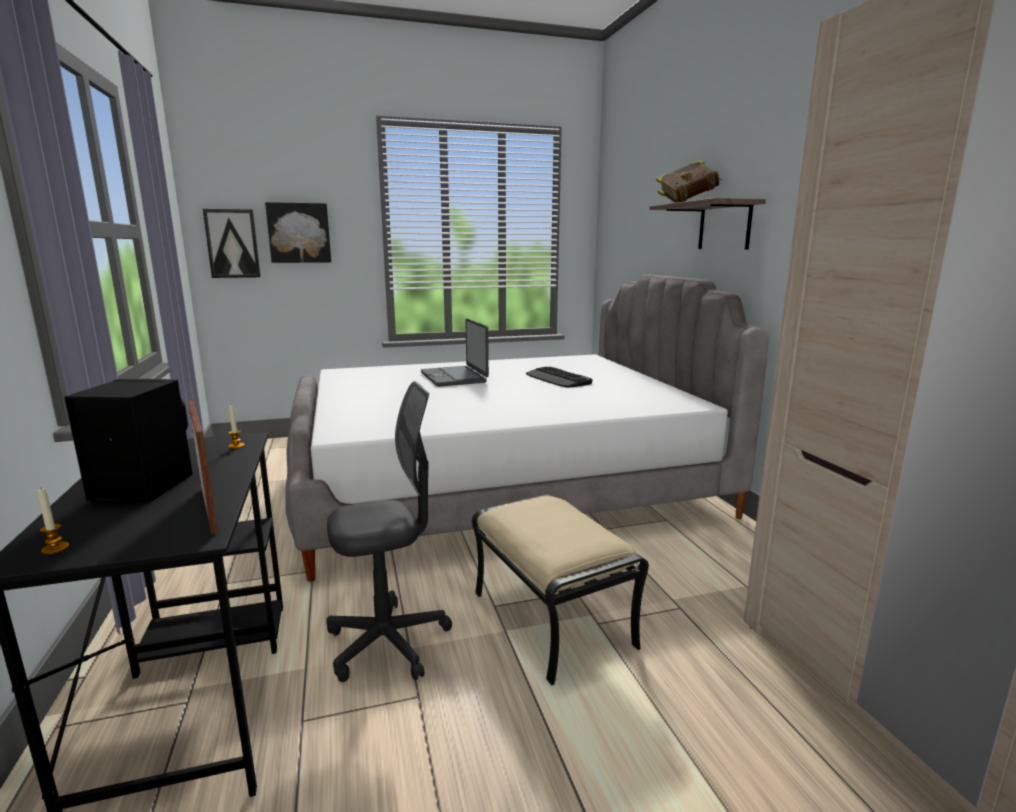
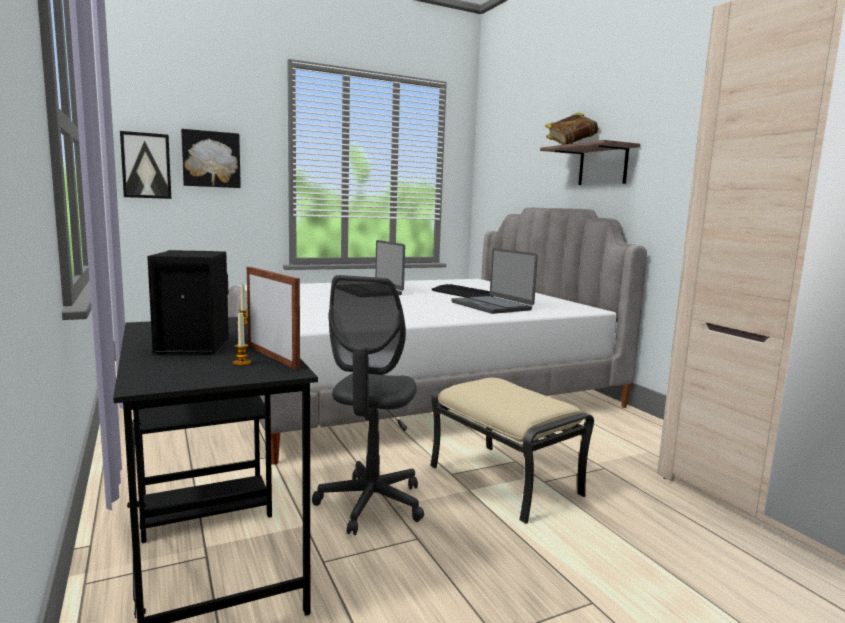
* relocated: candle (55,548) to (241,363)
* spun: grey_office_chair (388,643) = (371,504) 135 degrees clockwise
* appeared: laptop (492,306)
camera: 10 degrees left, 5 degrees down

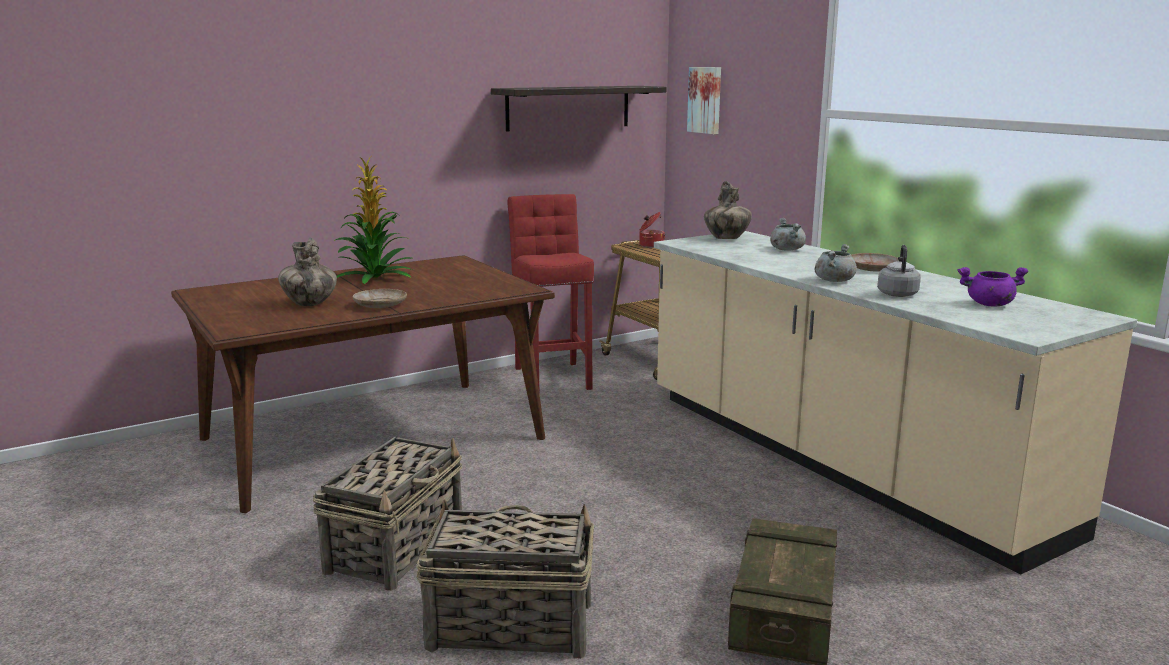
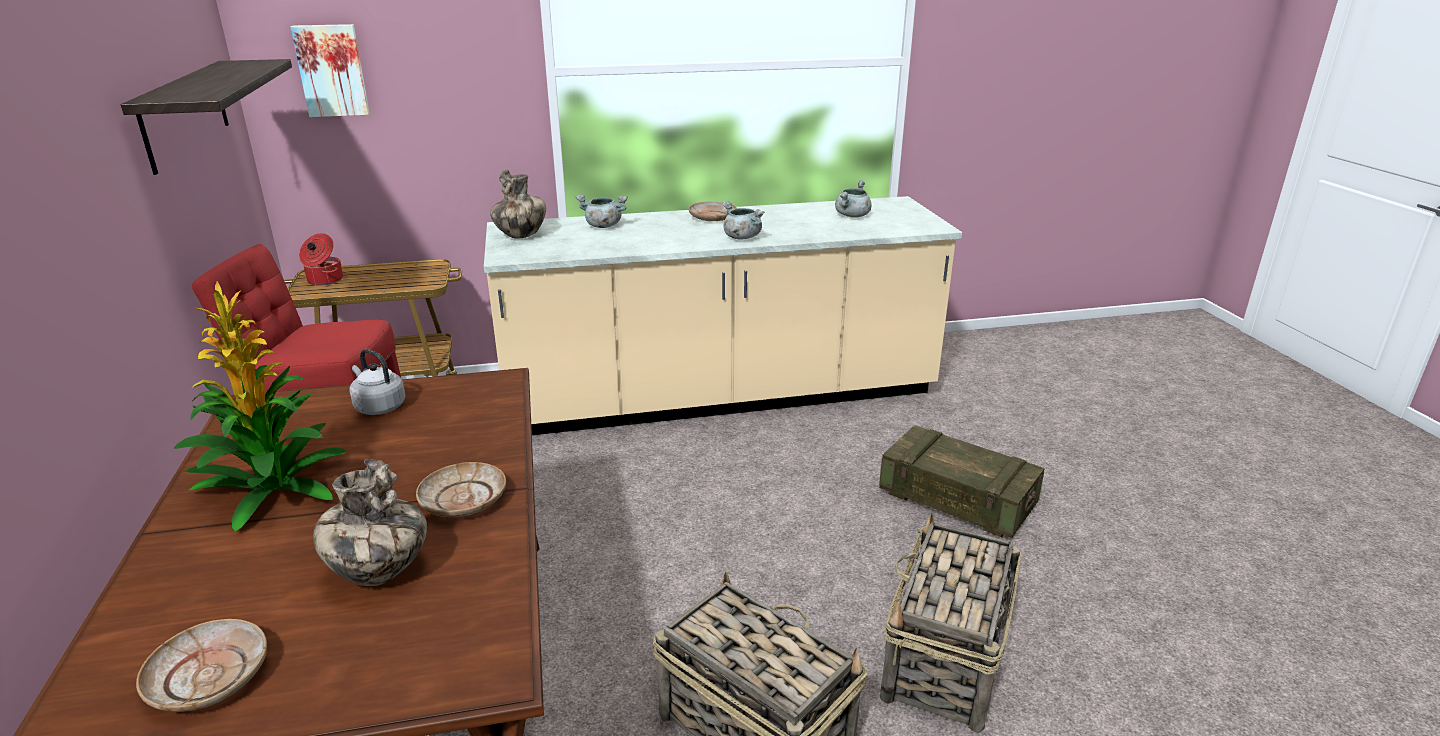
* relocated: grey_kettle (897,294) to (378,406)
* colour: purple_cooking_pot (989,304) to grey_cooking_pot (852,216)
* appeared: beige_plate (209,676)
camera: 70 degrees left, 10 degrees up

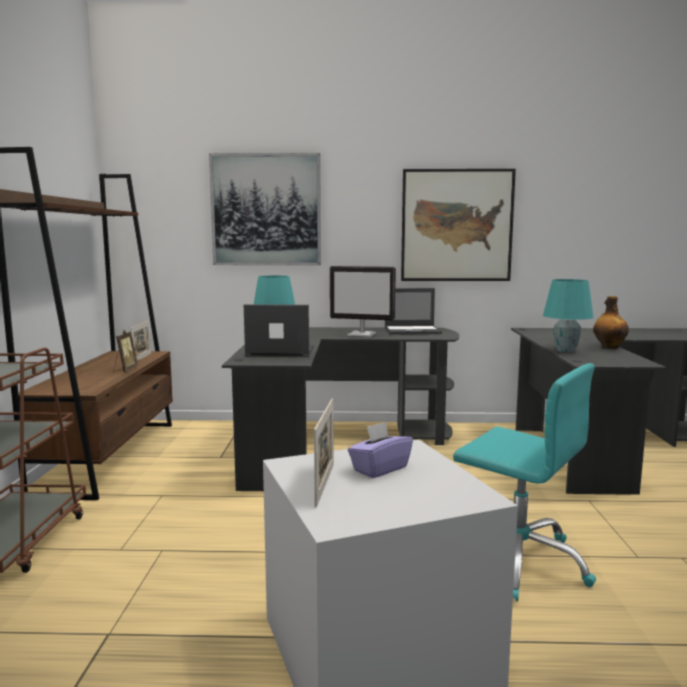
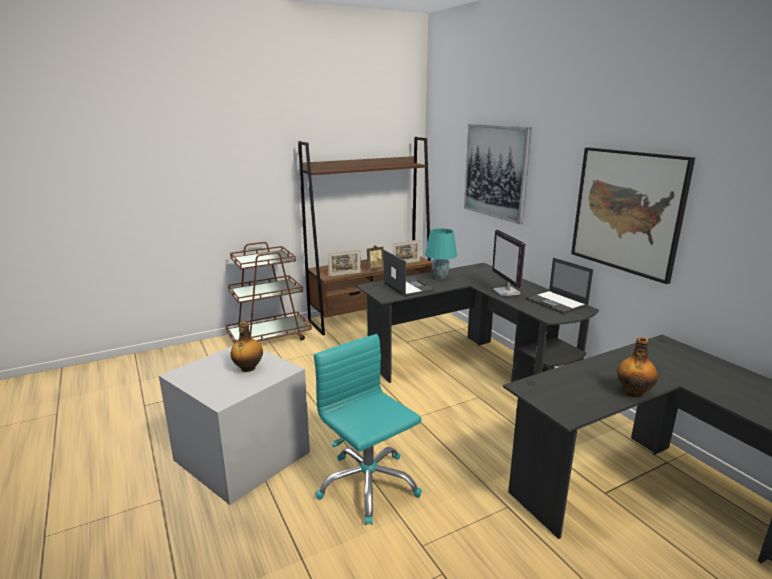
* relocated: picture_frame (324,484) to (345,274)
* exchanged: purple_tissue_box (379,469) to bottle (248,368)
* spun: turquoise_office_chair (518,560) = (368,485) 135 degrees clockwise
* missing: turquoise_table_lamp (564,351)
camera: 60 degrees right, 10 degrees up

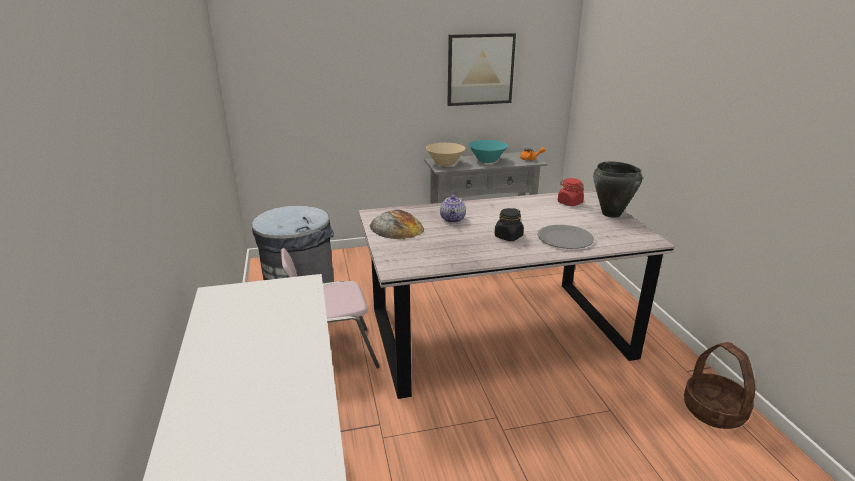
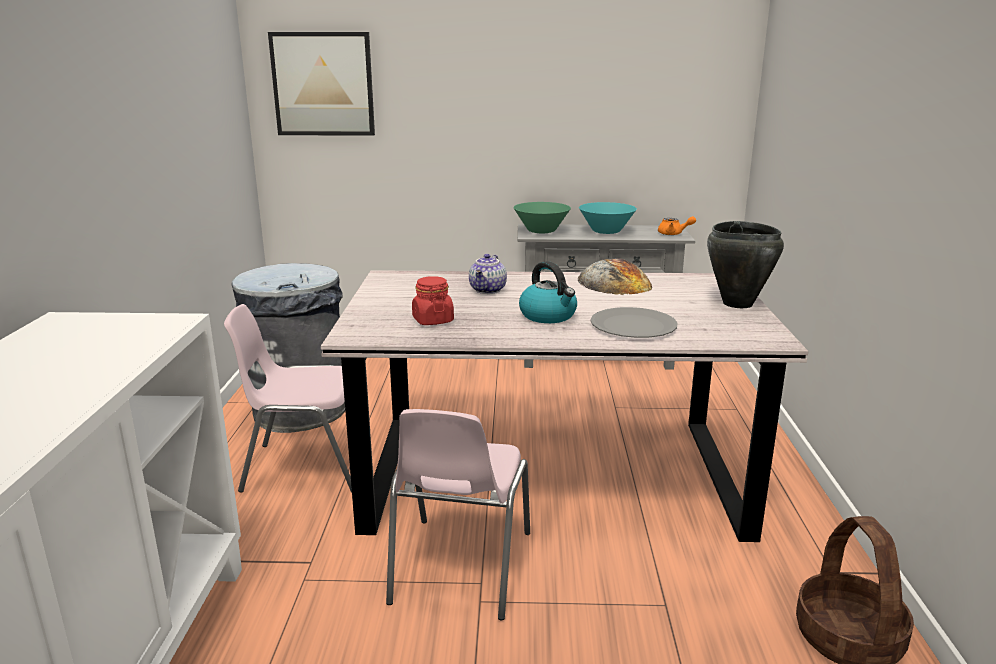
* relocated: bread (396,227) to (614,283)
* colour: beige_bowl (445,163) to green_bowl (541,231)
* relocated: picture (480,69) to (323,84)
* exchanged: black_jar (508,237) to kettle (549,316)
* relocated: red_jar (569,203) to (432,320)
* appeared: pink_chair (459,568)
camera: 15 degrees right, 5 degrees down

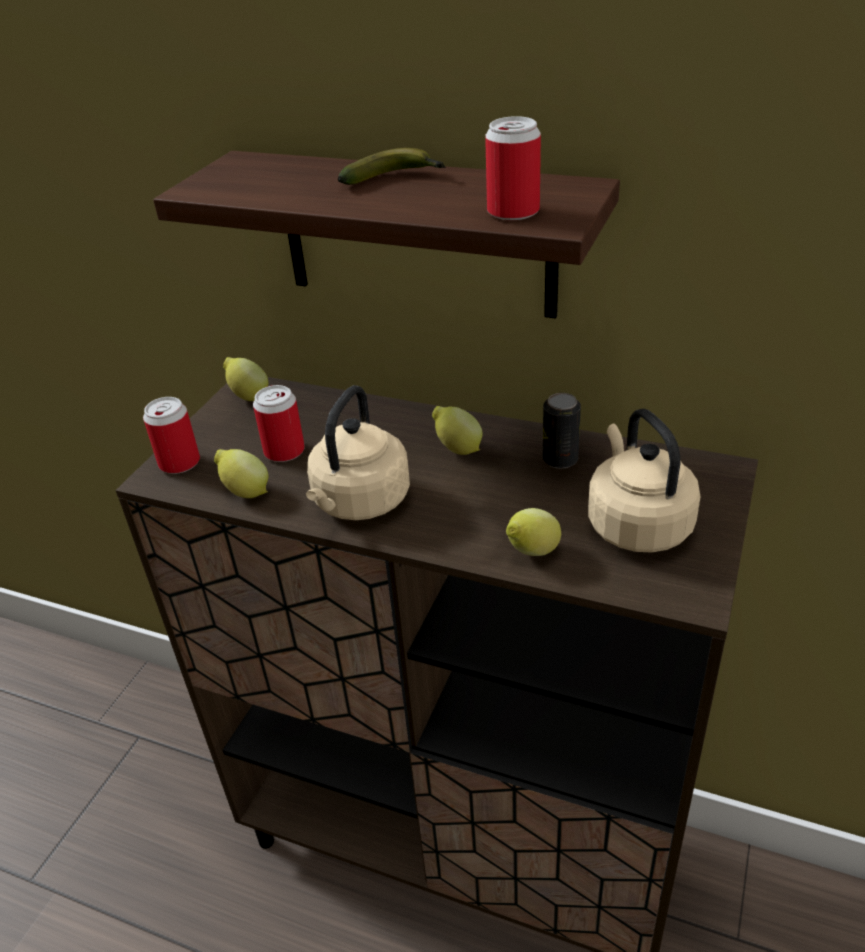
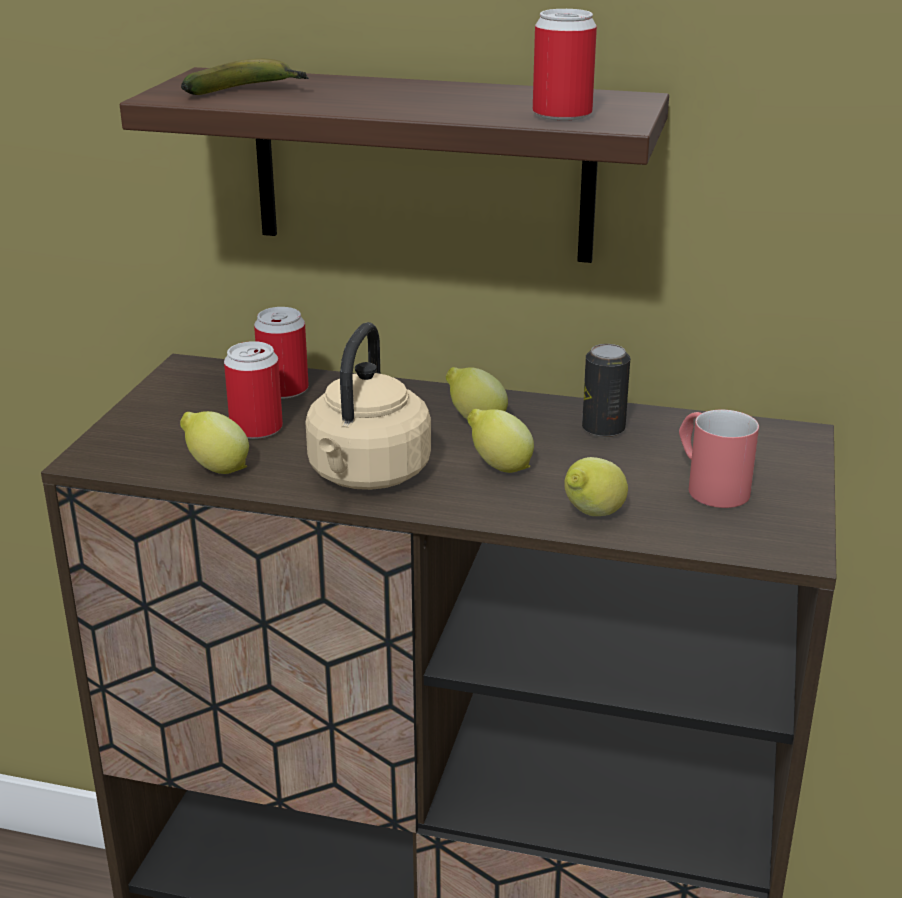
* relocated: can (179,463) to (284,389)
* relocated: lemon (248,396) to (499,467)
* relocated: banana (395,179) to (248,92)
* exchanged: beige_kettle (636,524) to red_mug (708,485)
camera: 10 degrees left, 10 degrees down

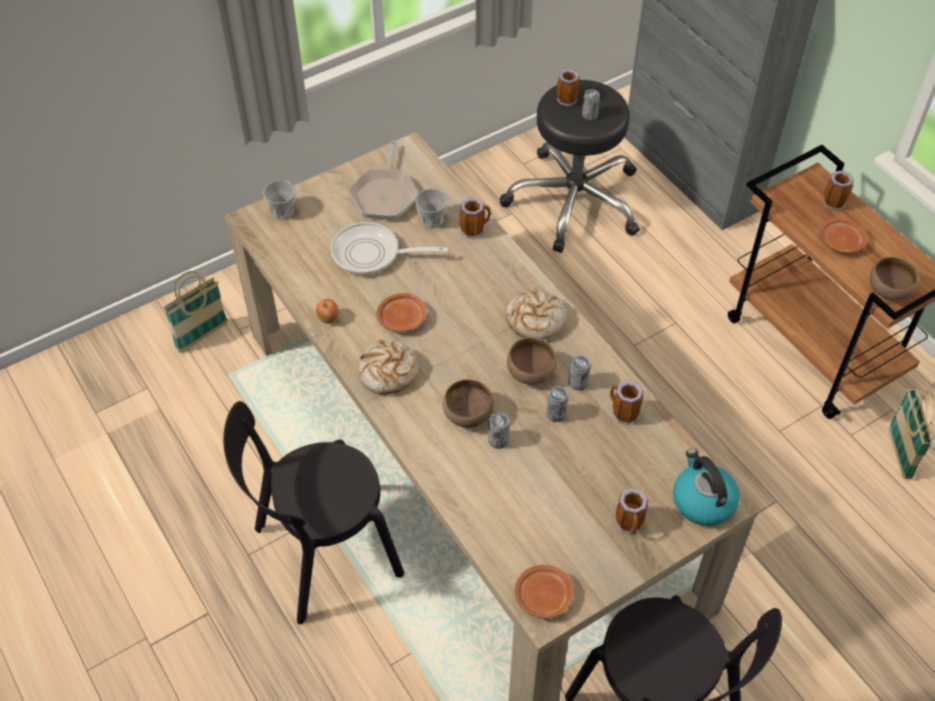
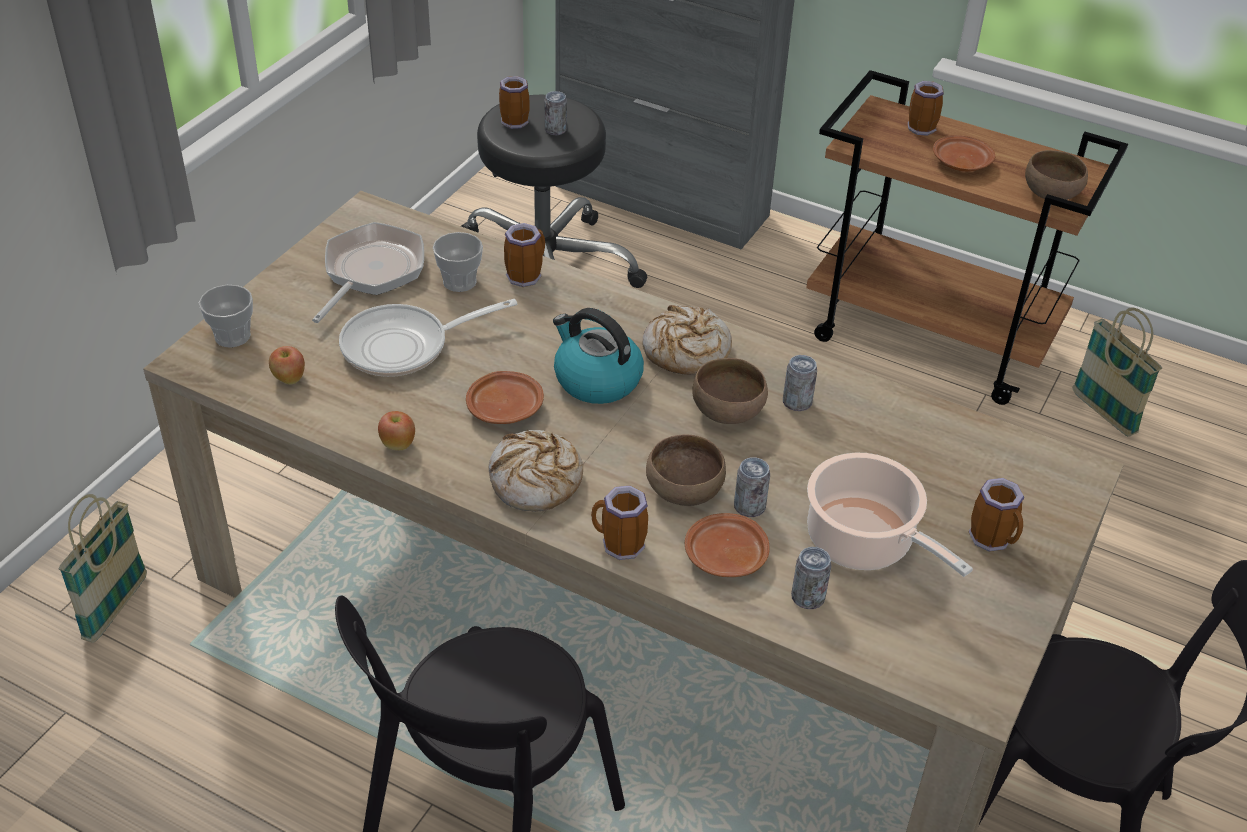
* spun: frying_pan (385,194) = (370,272) 135 degrees counterclockwise
* relocated: brown_plate (543,597) to (725,557)
* relocated: can (556,414) to (808,597)
* relocated: mug (622,413) to (618,546)
* relocated: kettle (702,501) to (596,380)
* appeared: apple (289,379)
* appeared: cooking_pot (864,542)
camera: 30 degrees left, 10 degrees down

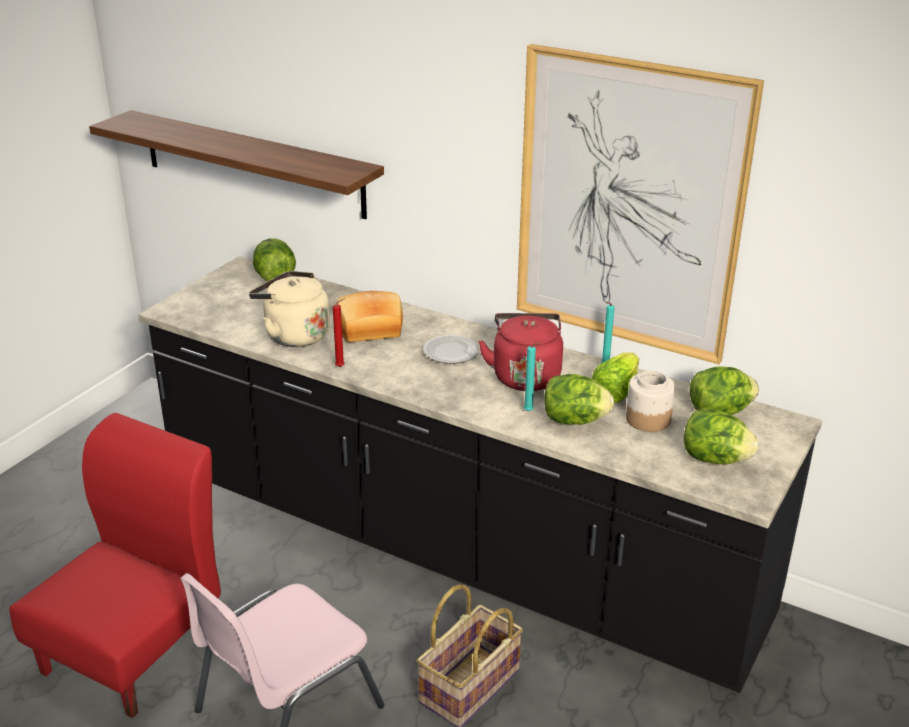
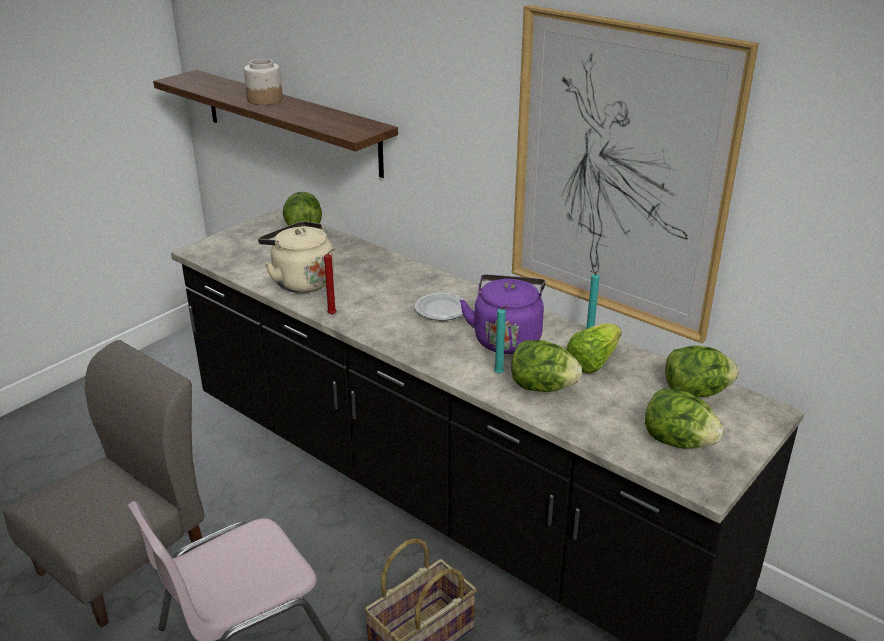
* colour: red_chair (135,650) to grey_chair (125,562)
* missing: bread (370,330)
* colour: red_kettle (525,376) to purple_kettle (507,338)
* relocated: jar (647,419) to (264,100)
camera: 10 degrees right, 0 degrees up

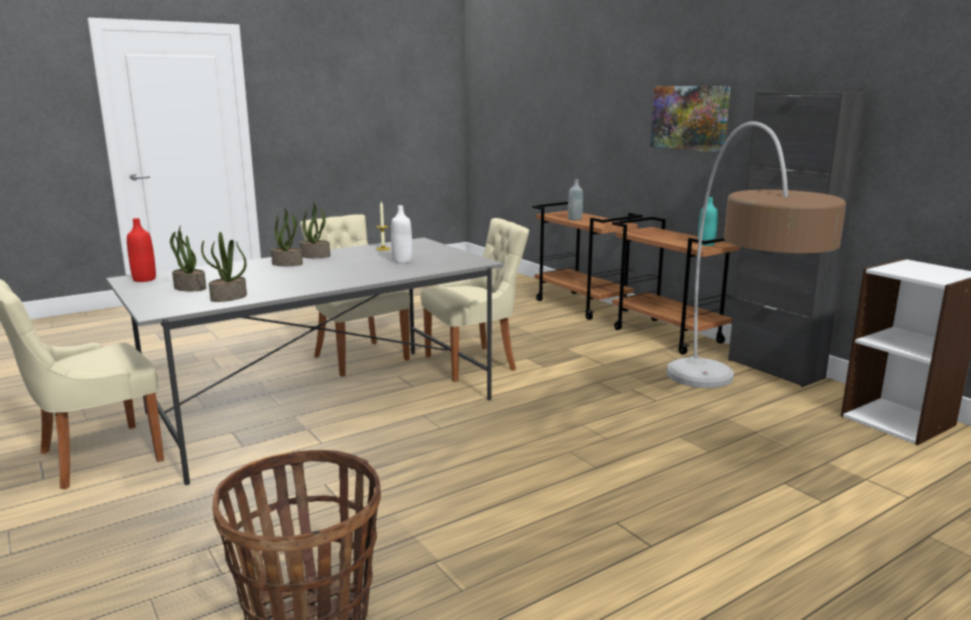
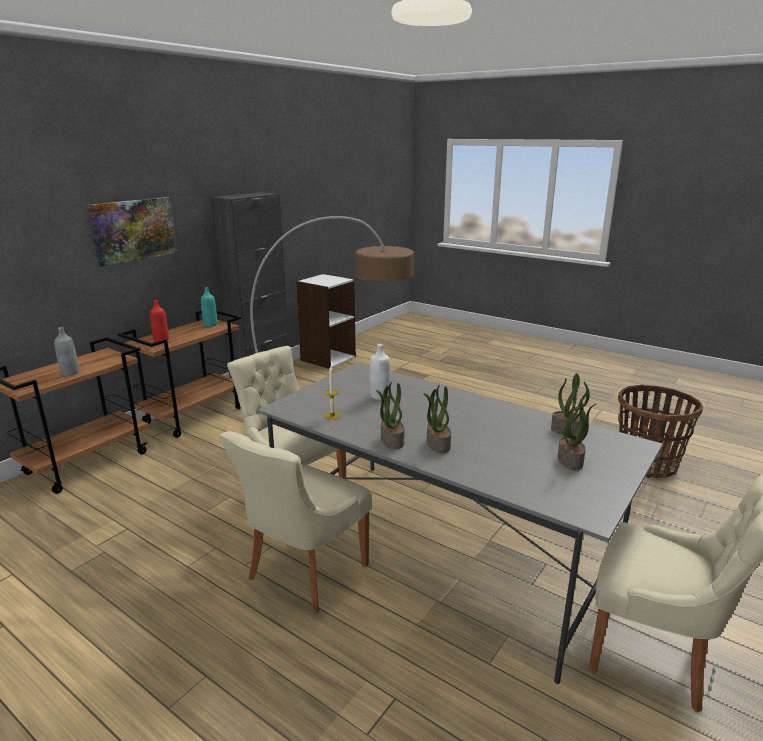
* relocated: red_bottle (144,279) to (161,340)
camera: 110 degrees left, 5 degrees up

